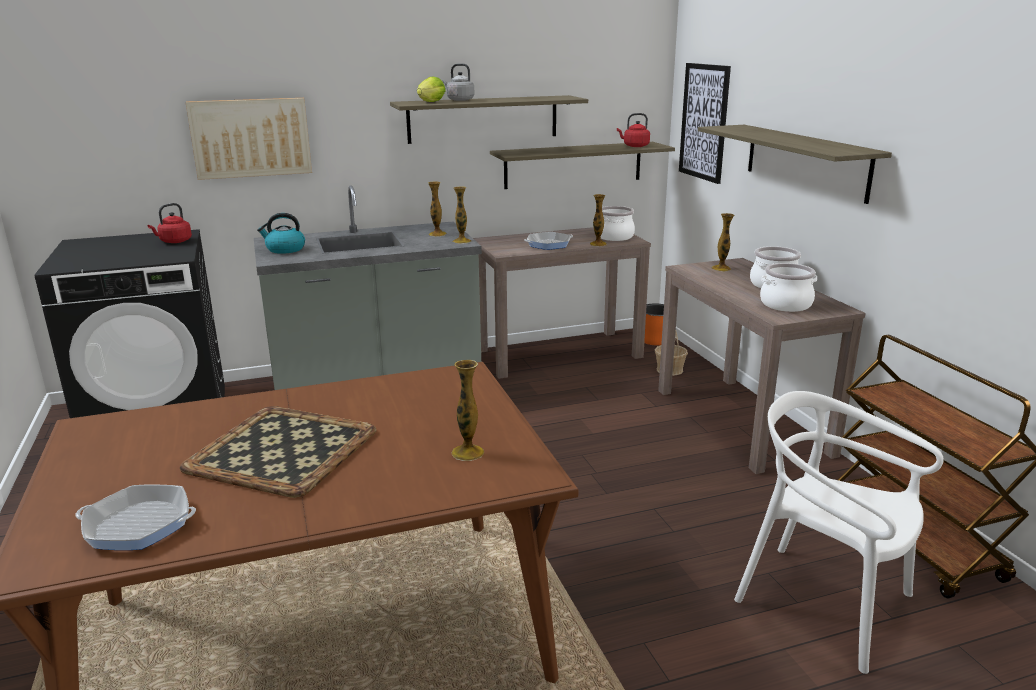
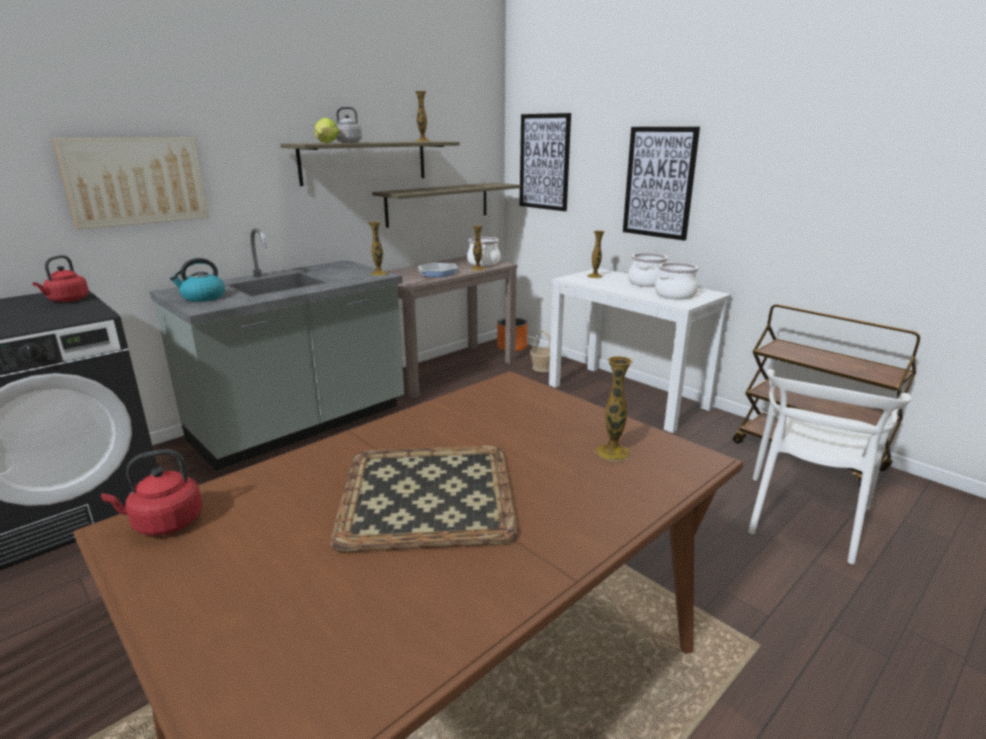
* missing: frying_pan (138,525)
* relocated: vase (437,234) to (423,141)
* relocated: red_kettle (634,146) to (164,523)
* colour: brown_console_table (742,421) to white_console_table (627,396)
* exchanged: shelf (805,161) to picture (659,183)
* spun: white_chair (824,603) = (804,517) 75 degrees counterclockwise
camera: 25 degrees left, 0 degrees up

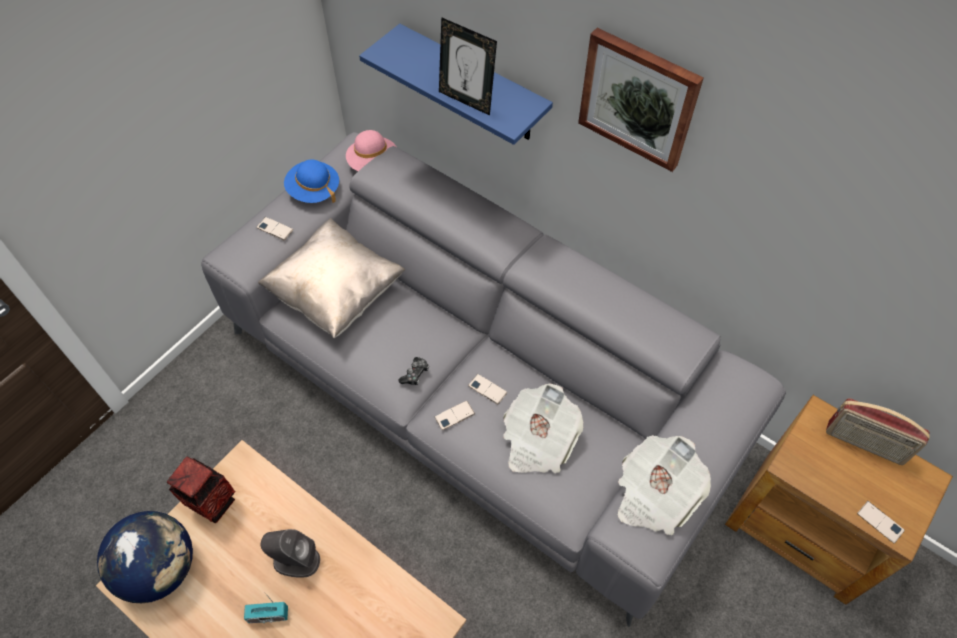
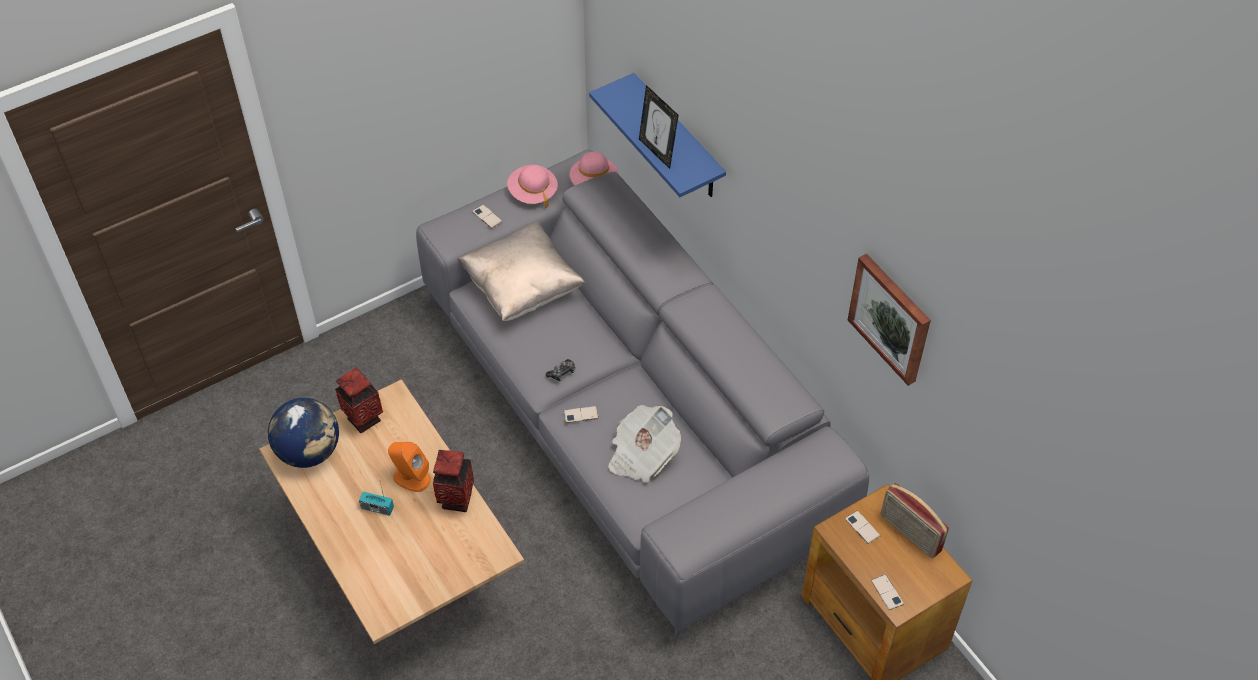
* colour: grey_speaker (296,560) to orange_speaker (411,478)
* colour: blue_hat (313,190) to pink_hat (532,193)
* relocated: phone (487,389) to (862,527)
* relocated: picture (638,99) to (891,318)
* missing: newspaper (654,494)
* appeared: vase (456,500)
camera: 20 degrees right, 5 degrees down

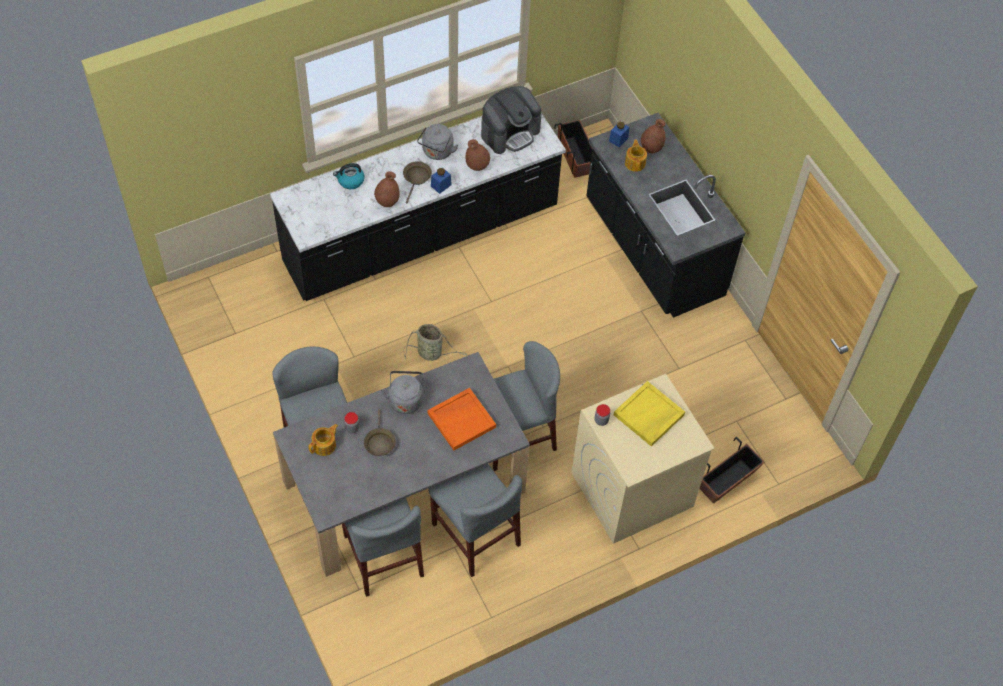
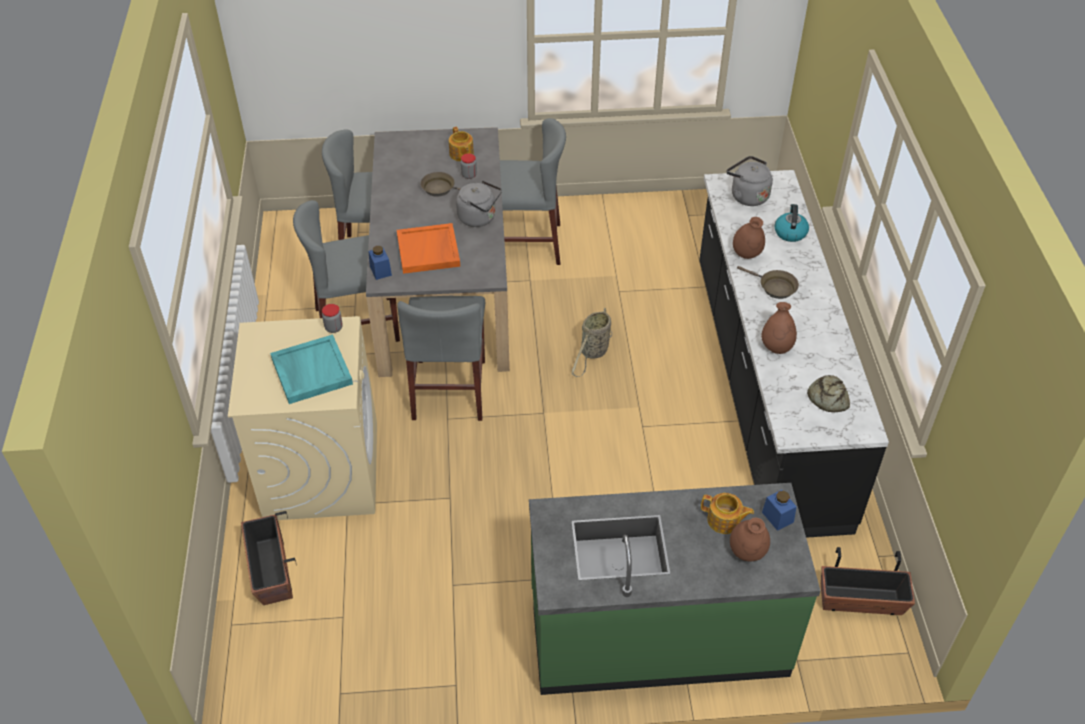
* relocated: grey_kettle (437,152) to (747,196)
* relocated: blue_jar (441,185) to (380,271)
* exchanged: coffee_machine (510,132) to bread (827,398)
* colour: black_counter (652,249) to green_counter (657,633)
* colour: yellow_tray (649,415) to turquoise_tray (311,371)
camera: 115 degrees right, 10 degrees down

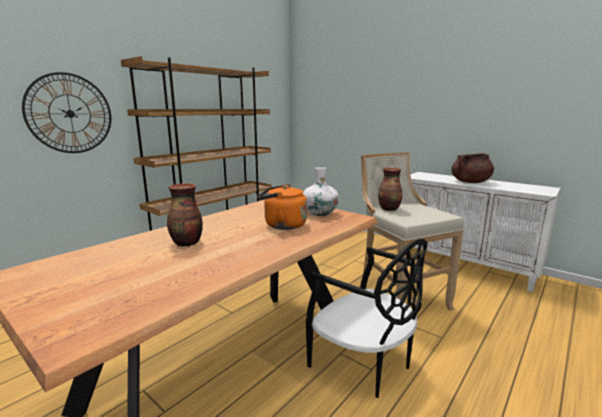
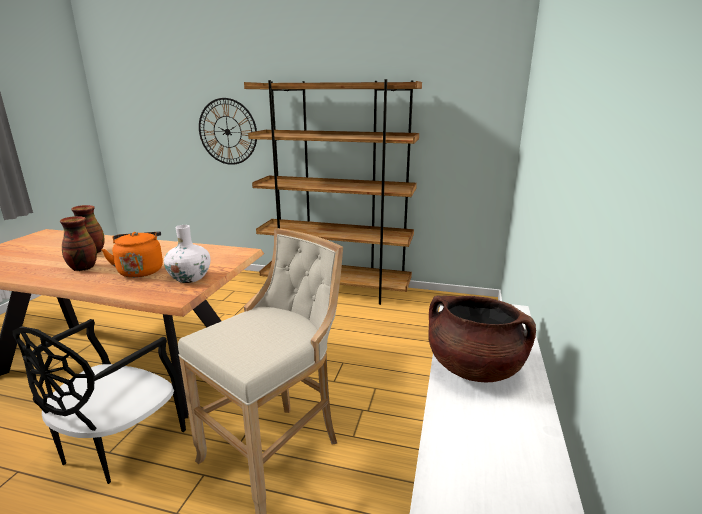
* relocated: vase (389,209) to (82,268)
camera: 65 degrees right, 5 degrees up

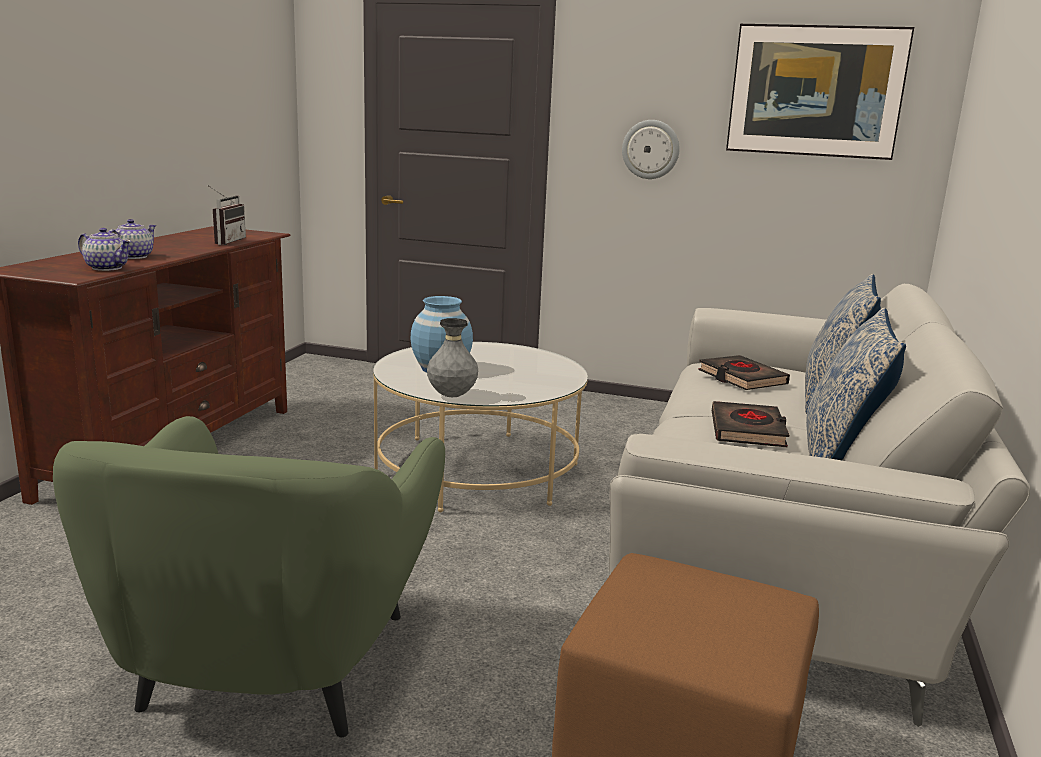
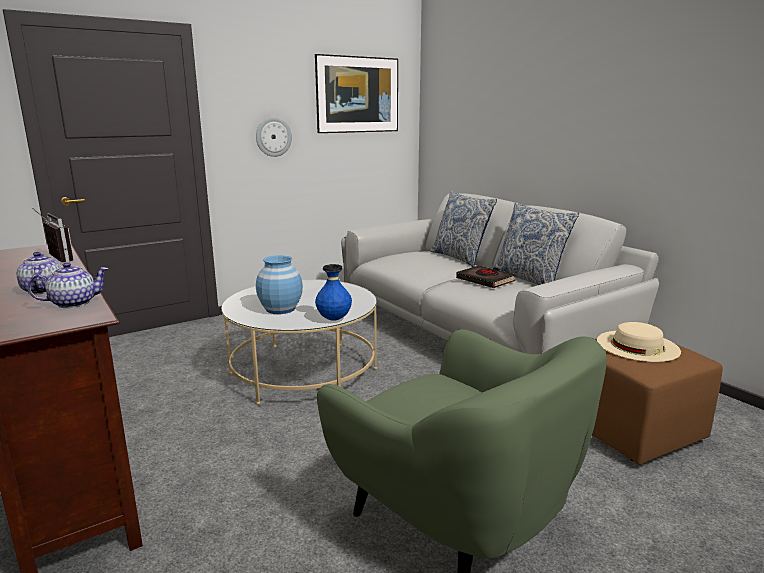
* colour: grey_vase (452,396) to blue_vase (334,319)
* missing: black_book (741,378)
* appeared: beige_hat (637,345)
camera: 50 degrees left, 0 degrees up

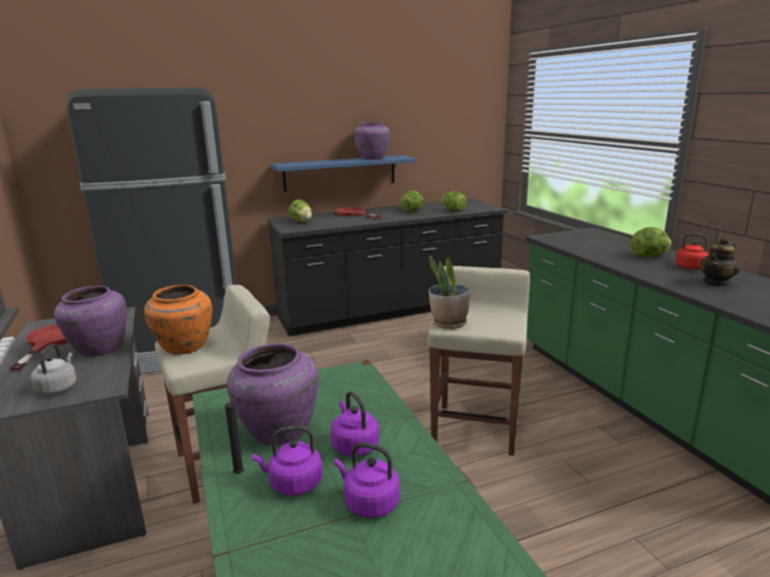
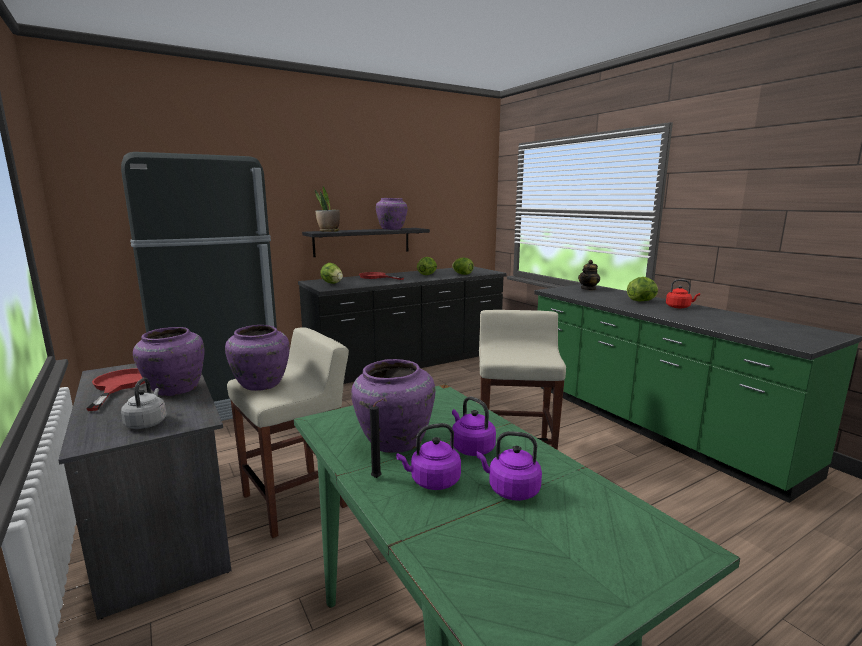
* colour: orange_vase (184,347) to purple_vase (260,385)
* colour: blue_shelf (340,173) to black_shelf (362,241)
* relocated: potted_plant (449,323) to (328,231)
* relocated: teapot (716,283) to (588,289)
camera: 10 degrees left, 5 degrees down

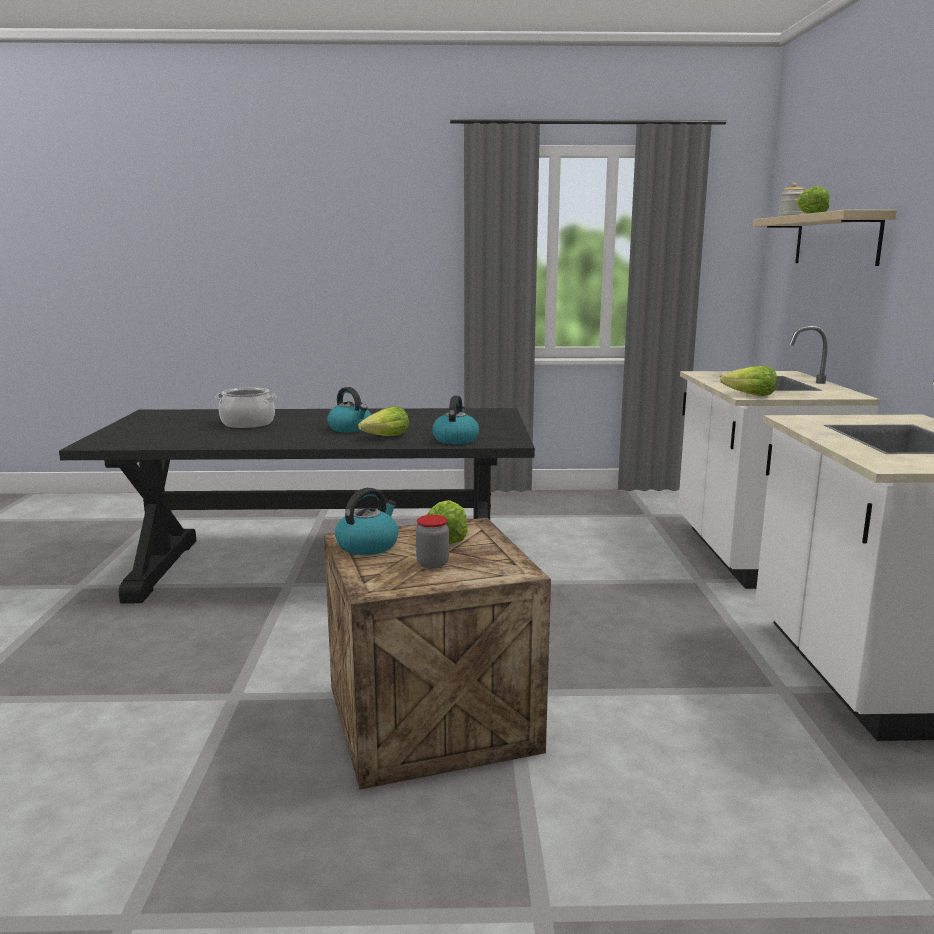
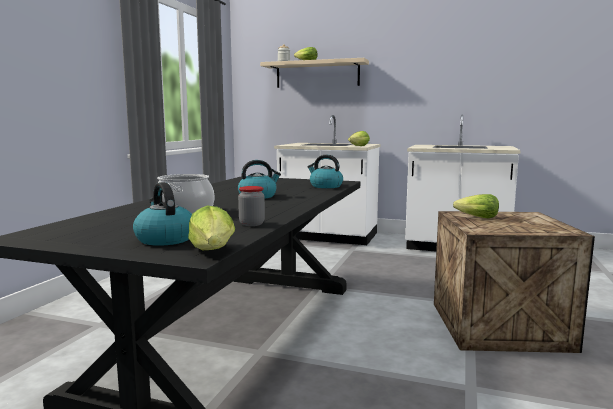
* relocated: kettle (368,545) to (165,239)
* relocated: lettuce (386,437) to (213,251)
* relocated: jar (432,563) to (252,224)
camera: 70 degrees left, 5 degrees down

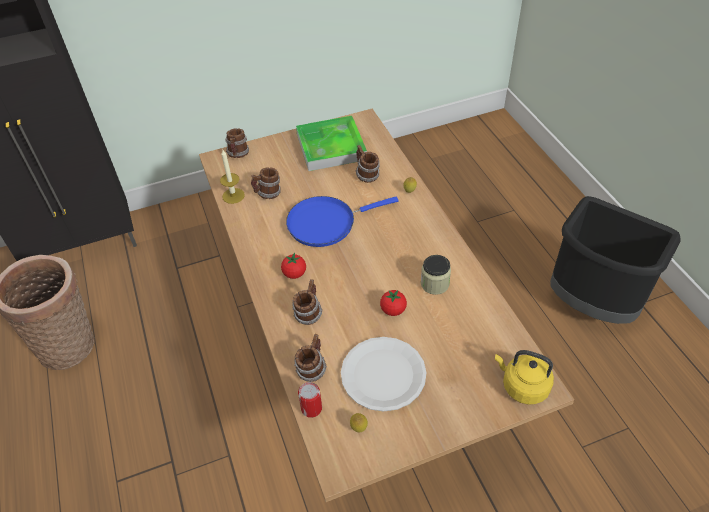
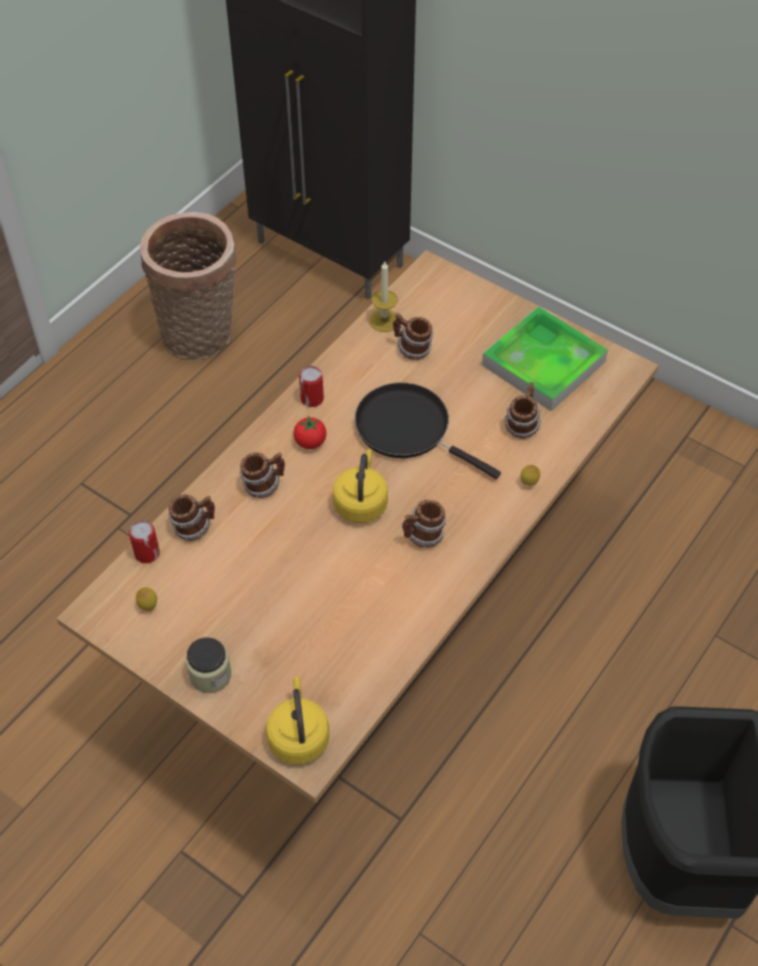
* relocated: mug (238,154) to (423,537)
* colour: blue_frying_pan (326,223) to black_frying_pan (408,429)
* missing: white_plate (383,374)
* missing: tomato (393,310)
* relocated: jar (434,284) to (210,675)
* appeared: can (312,399)
* appeared: yellow_kettle (361,503)
camera: 55 degrees right, 5 degrees up

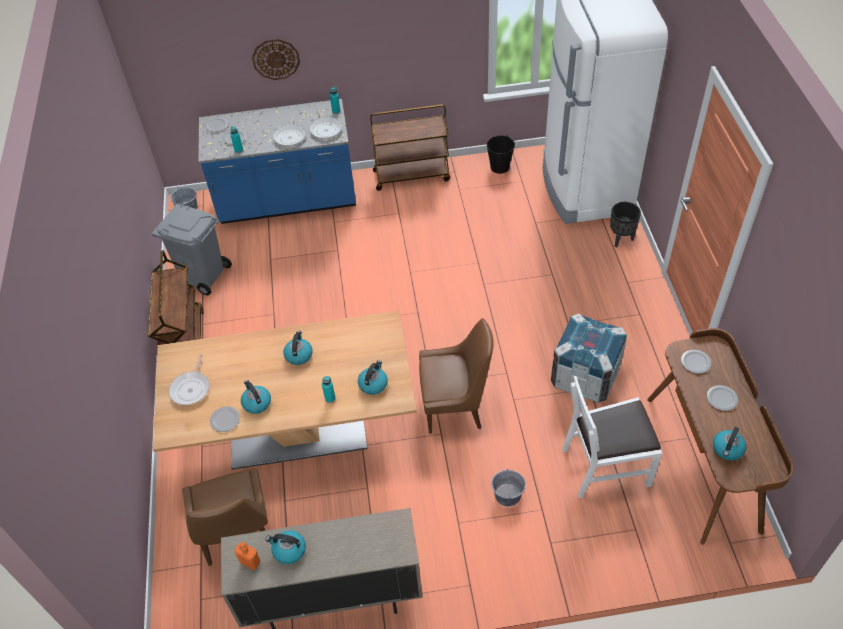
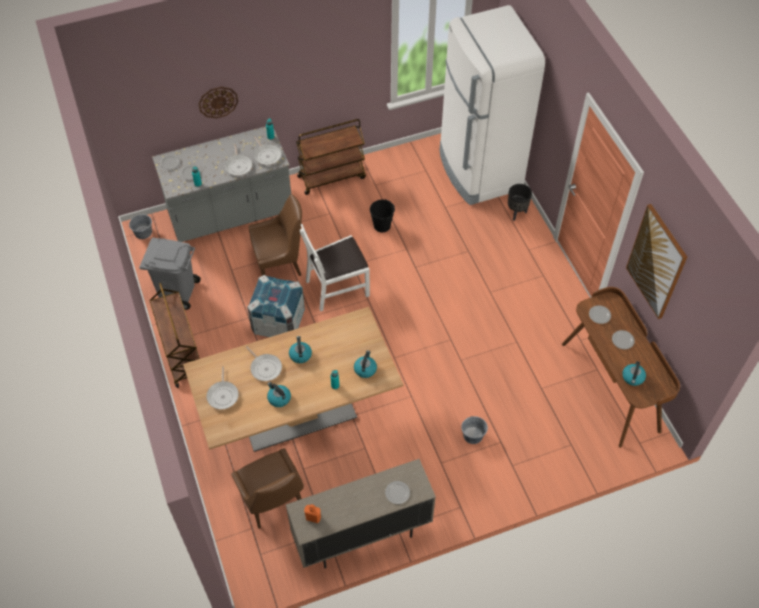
* colour: blue_counter (288,202) to grey_counter (231,215)
* relocated: plate (225,419) to (397,492)
* missing: kettle (289,550)
* relocated: brown_chair (455,406) to (280,263)
* relocated: black_bucket (499,167) to (381,225)
* relocated: crate (585,376) to (278,321)
* relocated: white_chair (606,465) to (337,287)
* appeared: frying_pan (265,367)
* appeared: picture (656,262)
camera: 15 degrees left, 5 degrees up

